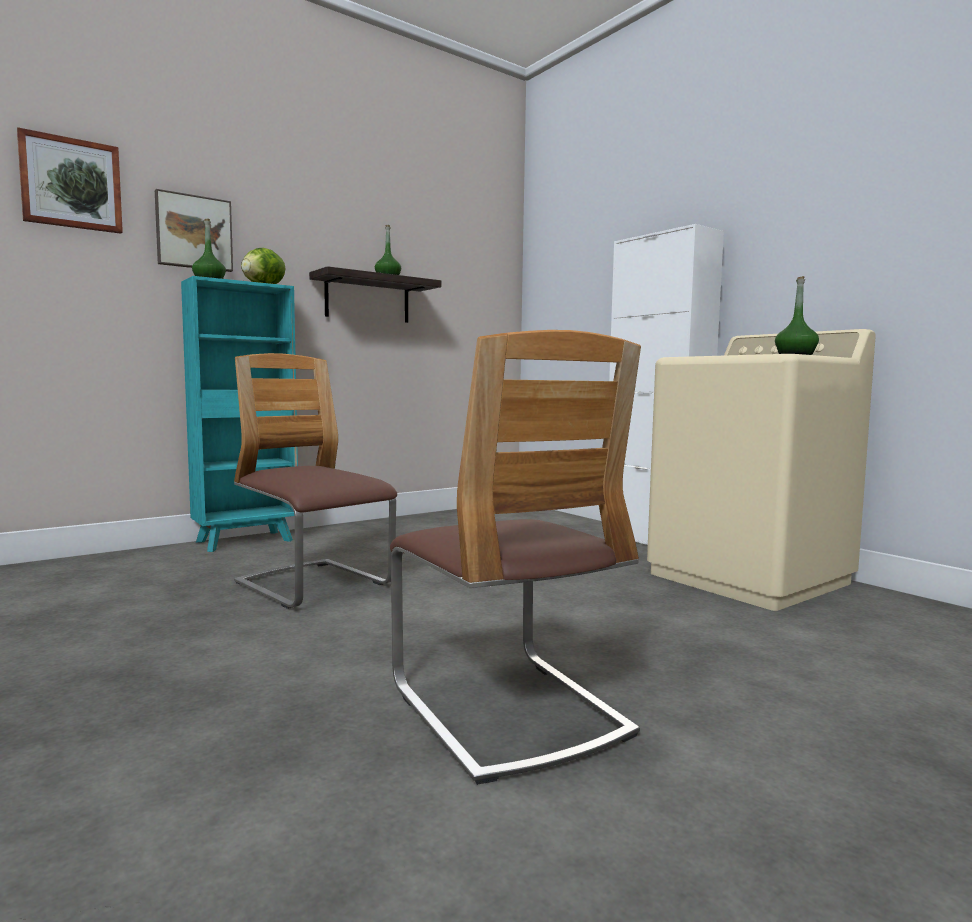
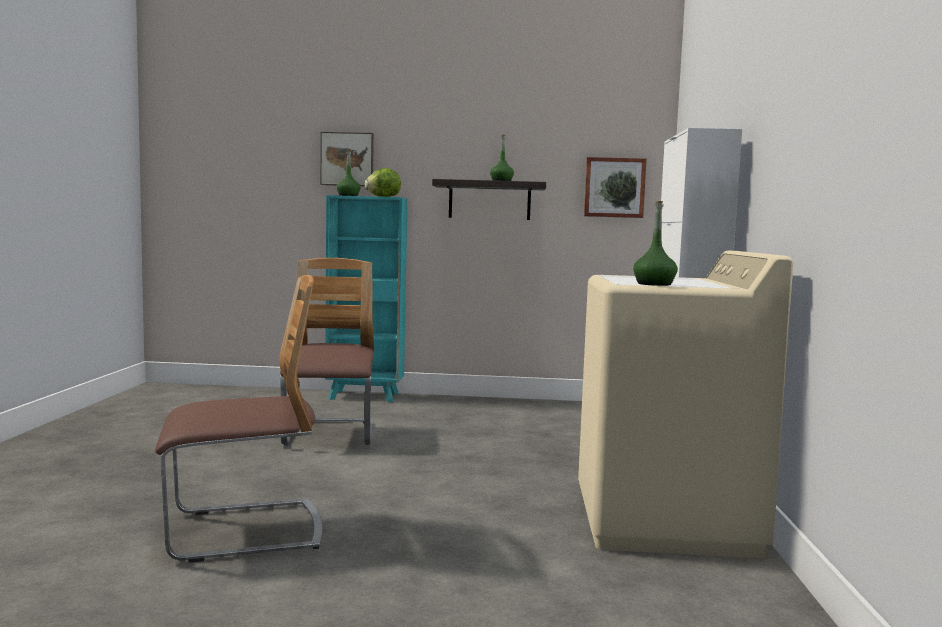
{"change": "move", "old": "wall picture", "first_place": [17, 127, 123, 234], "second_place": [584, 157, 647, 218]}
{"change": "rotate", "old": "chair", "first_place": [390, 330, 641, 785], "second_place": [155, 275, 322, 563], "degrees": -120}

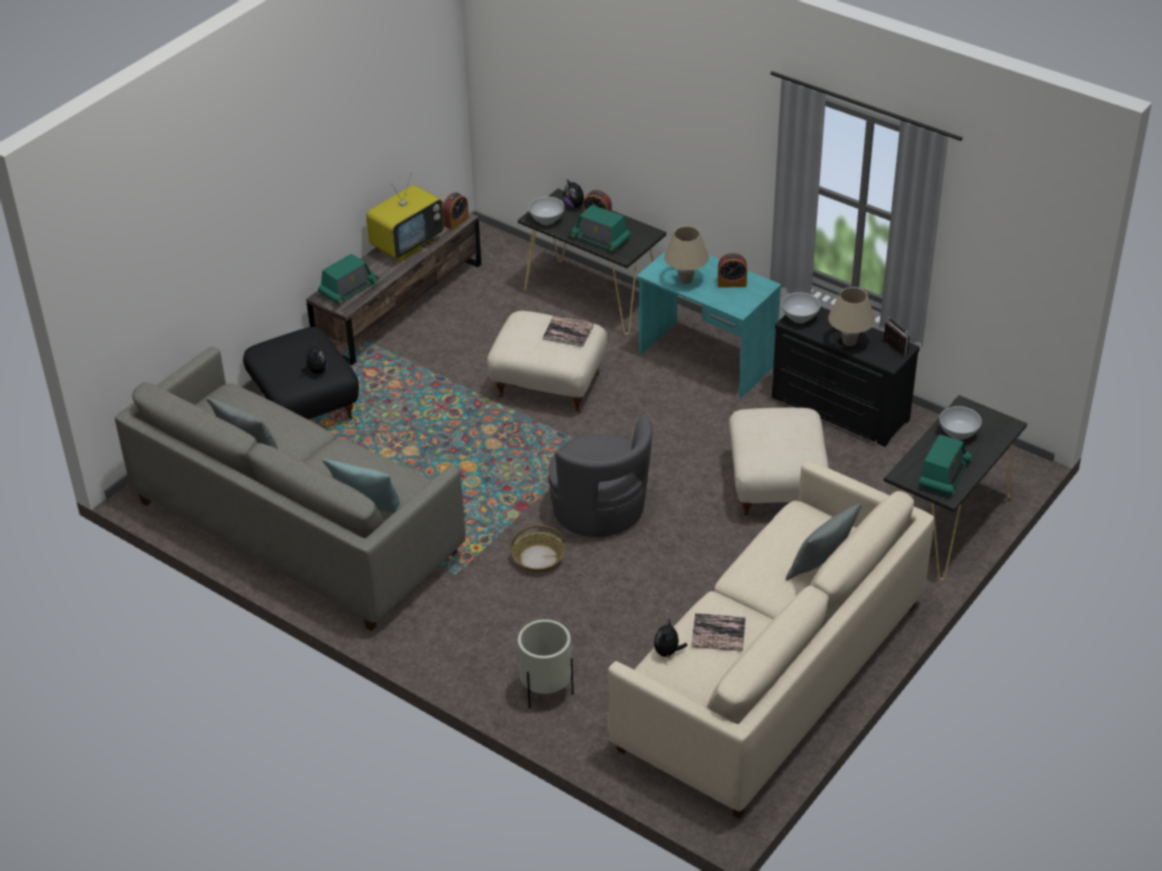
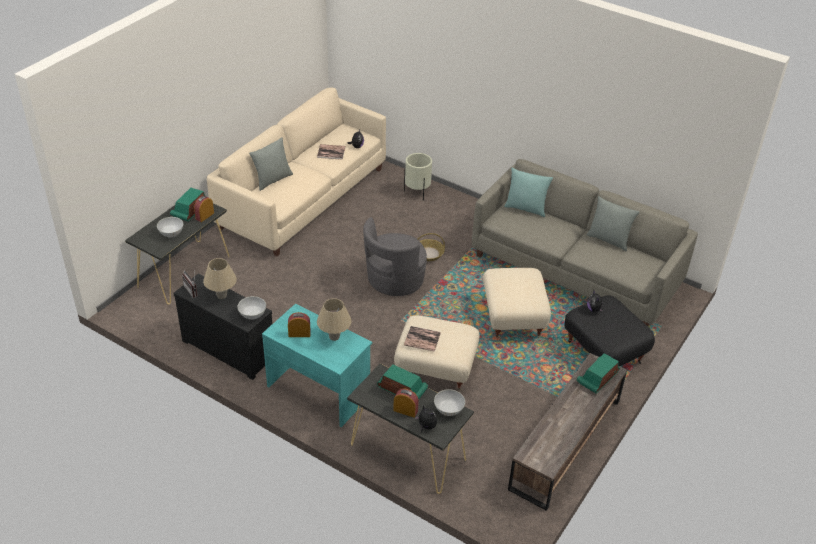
{"change": "delete", "old": "TV set", "first_place": [366, 173, 444, 262]}
{"change": "move", "old": "table clock", "first_place": [443, 193, 469, 230], "second_place": [194, 196, 214, 222]}
{"change": "move", "old": "pouffe/beige", "first_place": [729, 408, 829, 519], "second_place": [483, 268, 551, 339]}
{"change": "rotate", "old": "lounge chair/greyish", "first_place": [548, 415, 652, 537], "second_place": [363, 217, 427, 296], "degrees": -105}

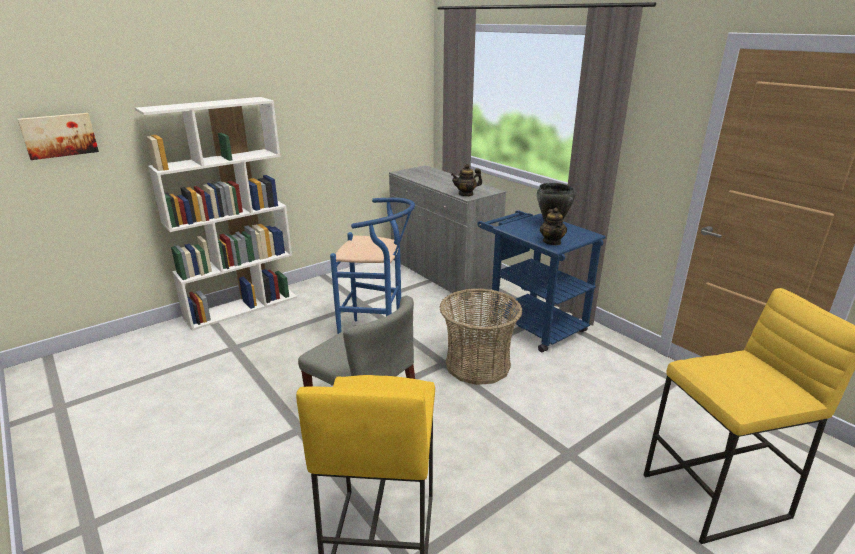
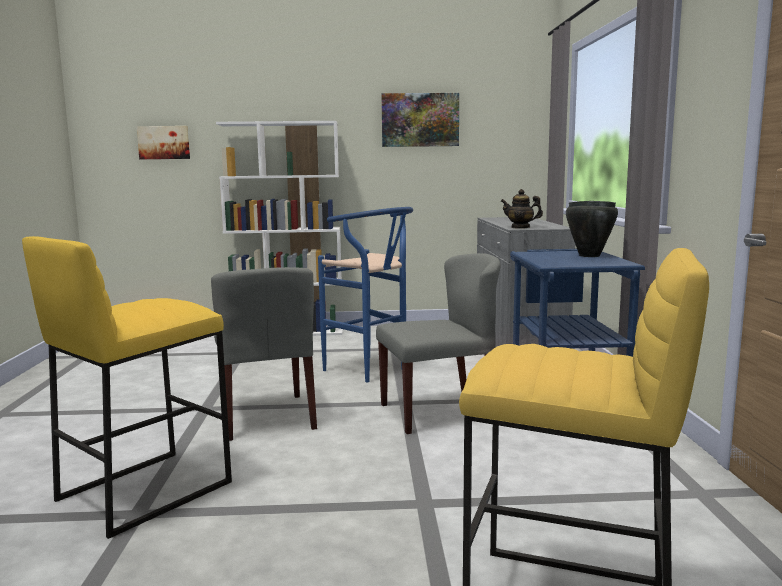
{"change": "delete", "old": "teapot", "first_place": [540, 207, 567, 245]}
{"change": "replace", "old": "basket", "new": "chair/greyish", "first_place": [440, 288, 522, 385], "second_place": [376, 253, 501, 434]}
{"change": "insert", "new": "wall picture", "second_place": [382, 93, 459, 147]}

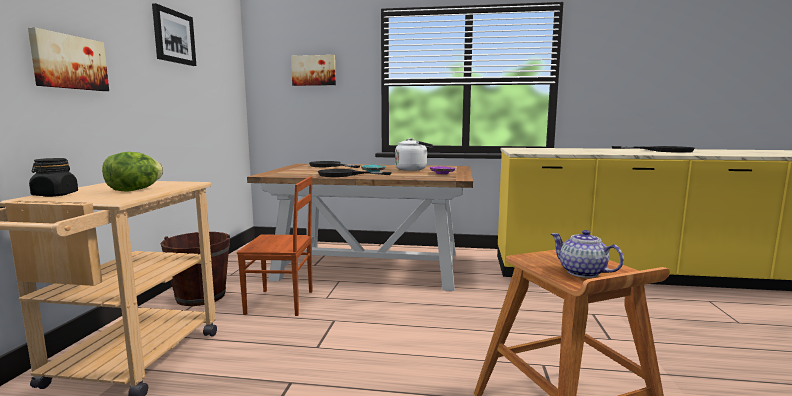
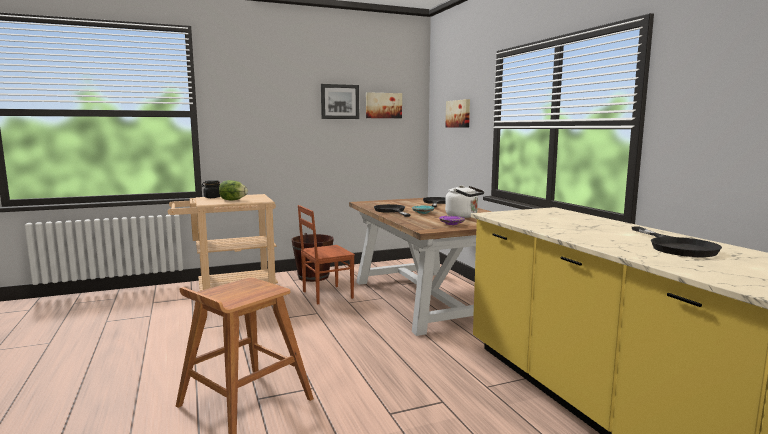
{"change": "move", "old": "wall picture", "first_place": [28, 27, 109, 91], "second_place": [366, 92, 402, 118]}
{"change": "rotate", "old": "chair/brownish", "first_place": [237, 176, 312, 316], "second_place": [298, 205, 355, 305], "degrees": 90}
{"change": "delete", "old": "teapot", "first_place": [551, 230, 624, 278]}

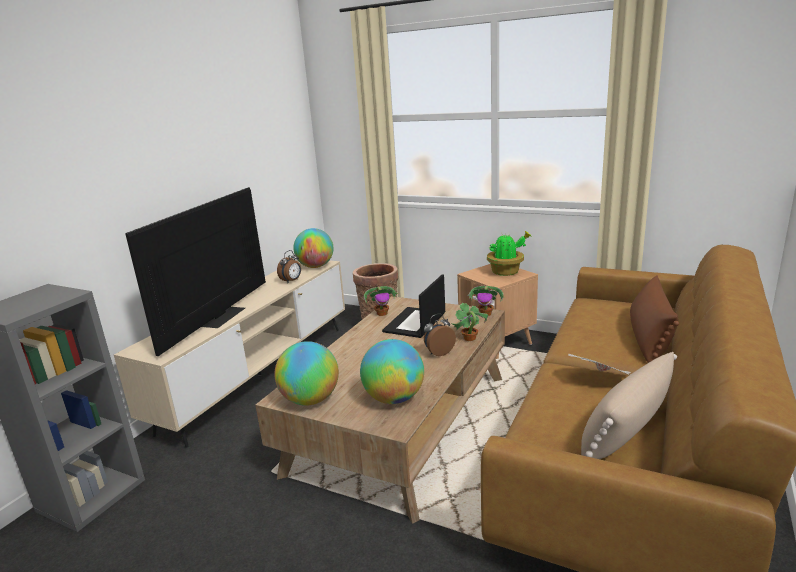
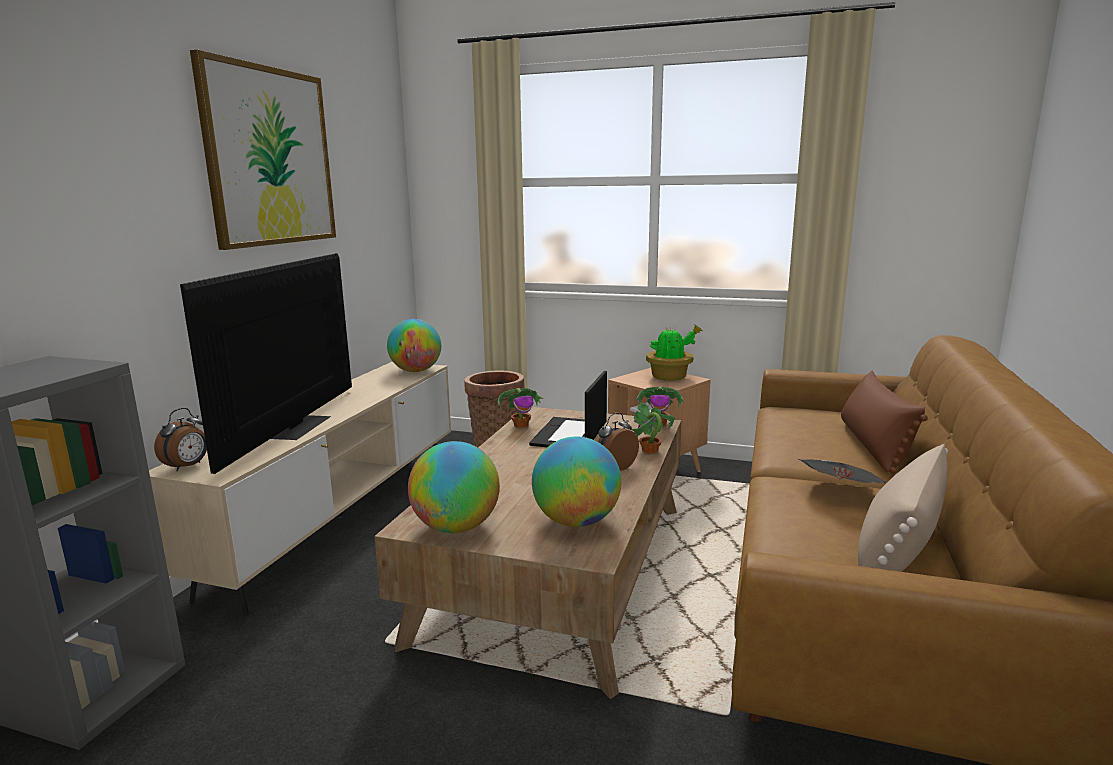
{"change": "move", "old": "table clock", "first_place": [277, 250, 301, 283], "second_place": [154, 408, 207, 472]}
{"change": "insert", "new": "wall picture", "second_place": [190, 50, 336, 250]}

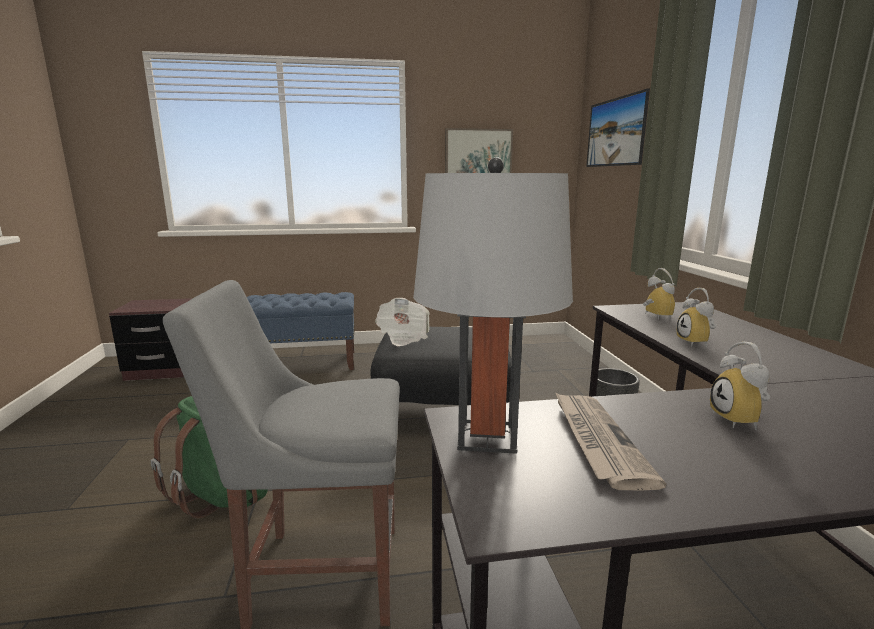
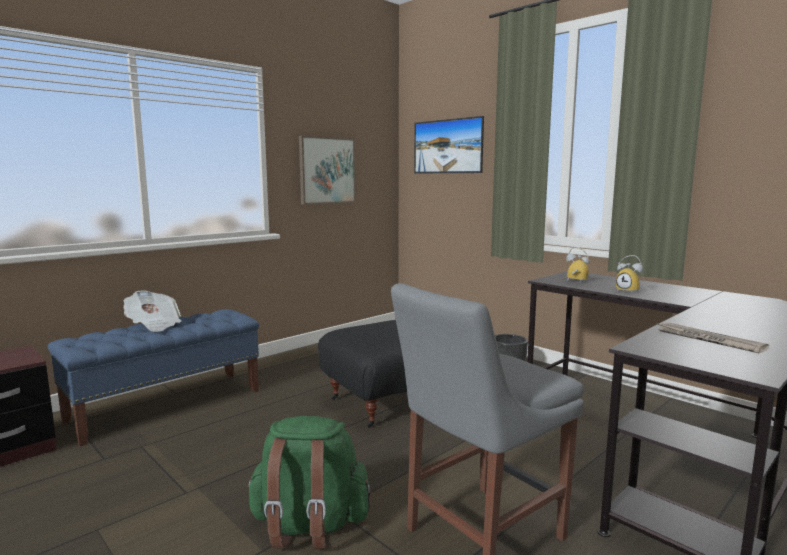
{"change": "delete", "old": "lamp for a table/greyish", "first_place": [413, 157, 573, 454]}
{"change": "move", "old": "newspaper", "first_place": [375, 298, 430, 346], "second_place": [124, 290, 182, 332]}
{"change": "delete", "old": "table clock", "first_place": [710, 342, 770, 430]}

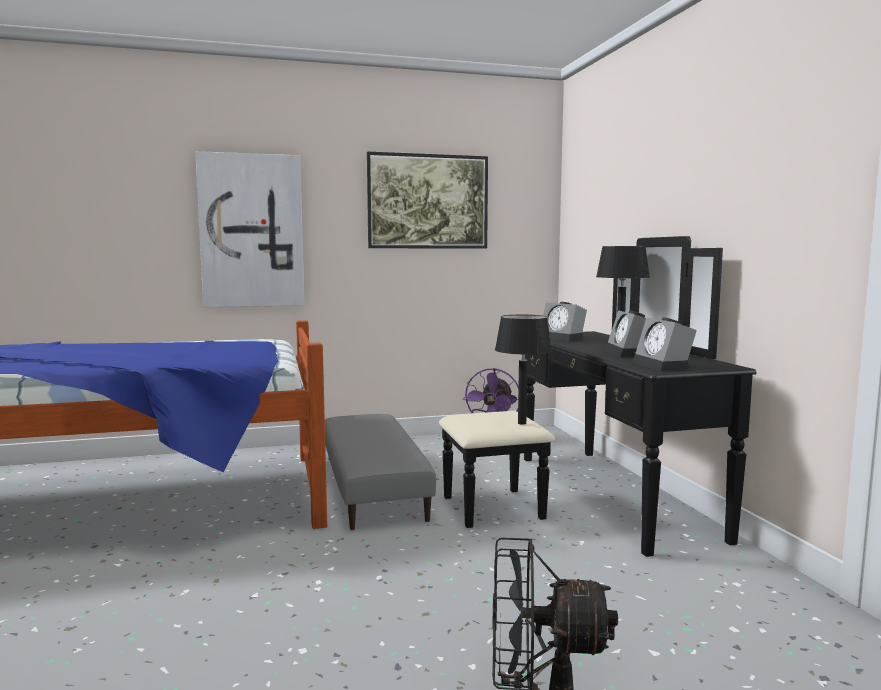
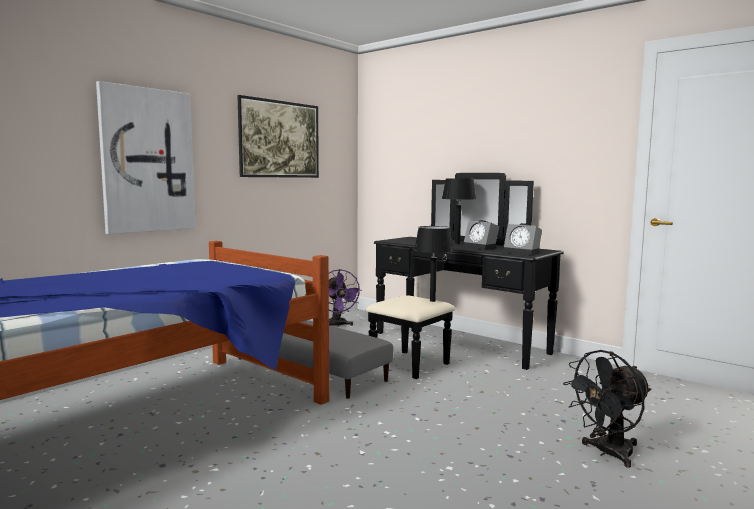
{"change": "delete", "old": "table clock", "first_place": [543, 302, 587, 341]}

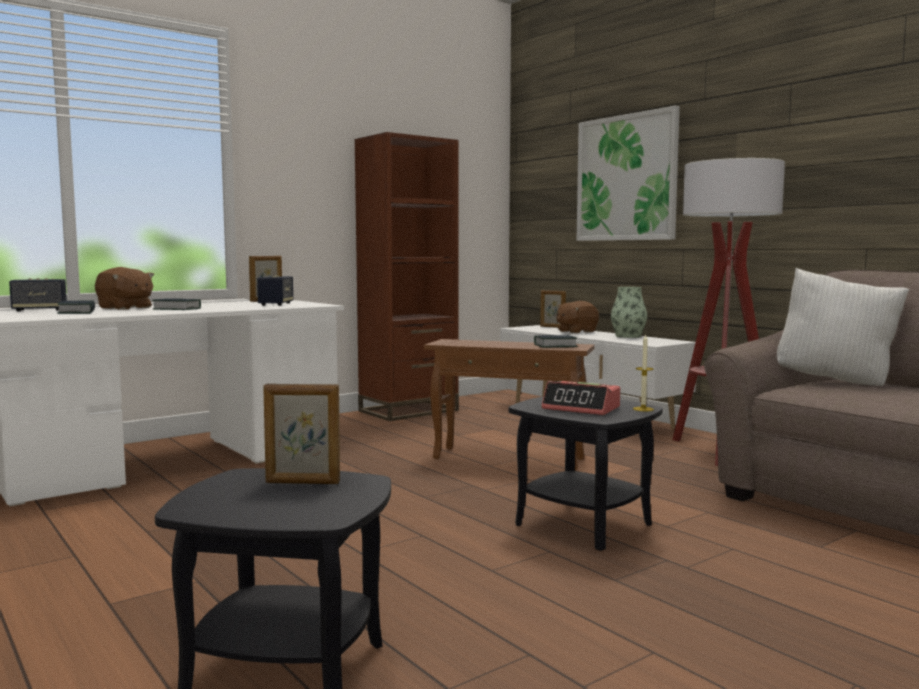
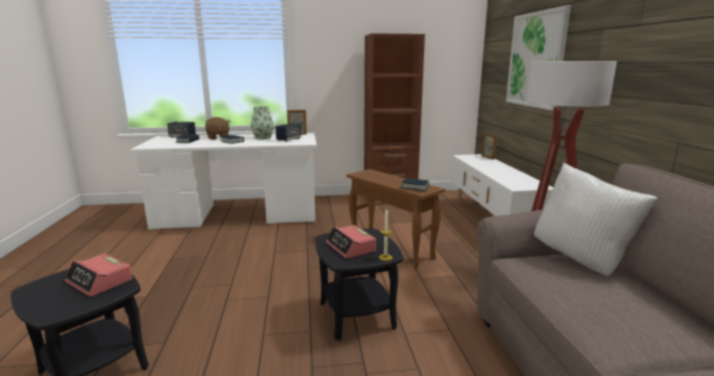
{"change": "move", "old": "flower vase", "first_place": [611, 287, 647, 338], "second_place": [251, 106, 274, 140]}
{"change": "delete", "old": "soft toy/brownish", "first_place": [556, 301, 599, 333]}
{"change": "replace", "old": "photo frame", "new": "table clock", "first_place": [263, 384, 340, 484], "second_place": [65, 254, 132, 297]}

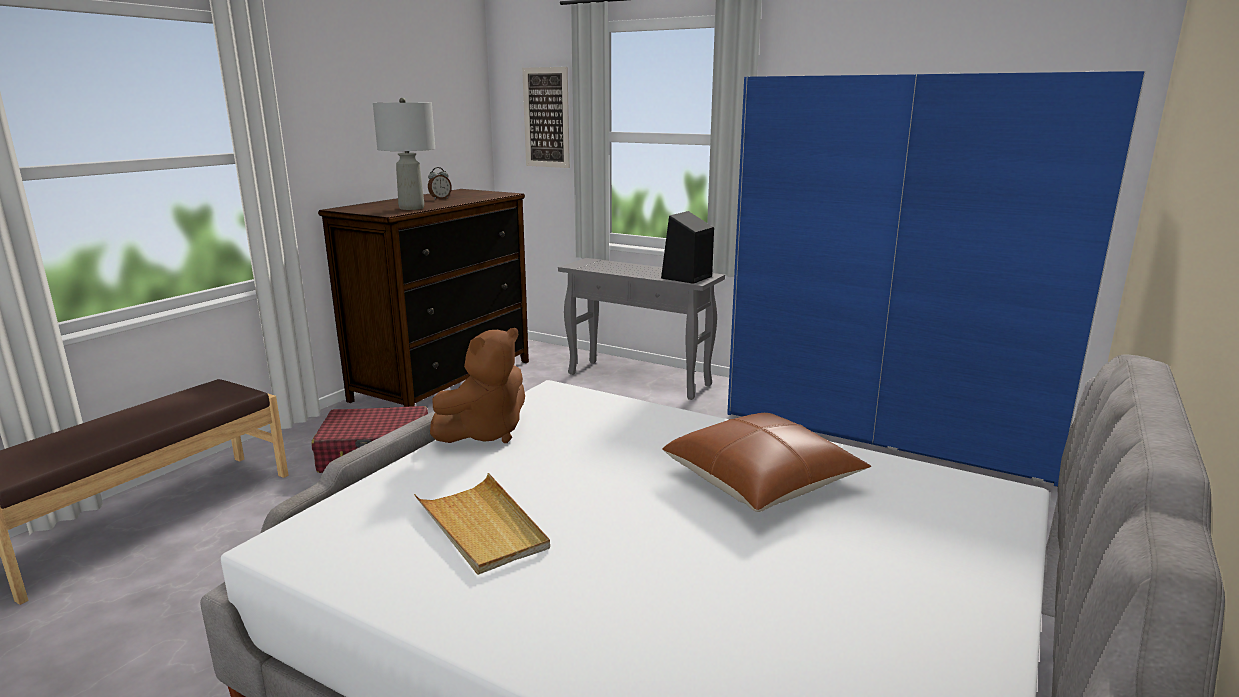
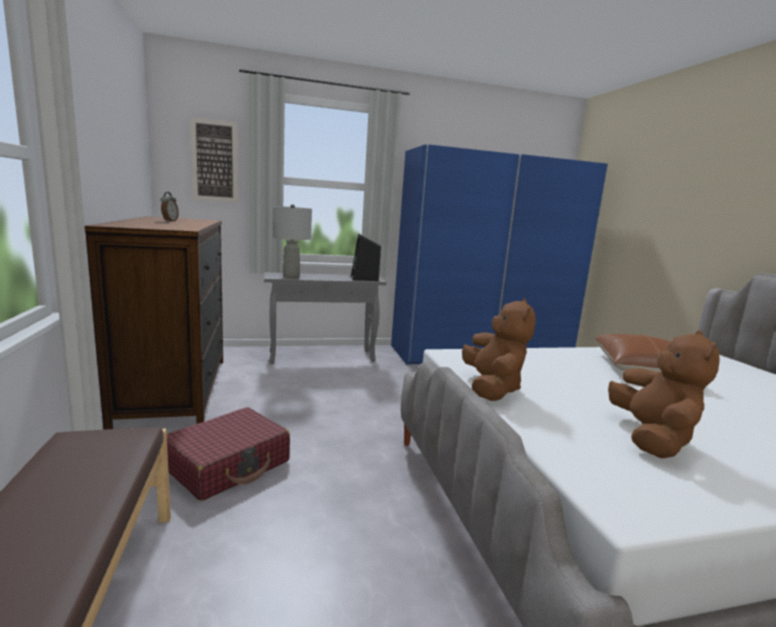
{"change": "move", "old": "lamp for a table/greyish", "first_place": [373, 98, 435, 210], "second_place": [273, 204, 312, 278]}
{"change": "replace", "old": "tray/beige", "new": "soft toy/brownish", "first_place": [414, 473, 550, 575], "second_place": [608, 330, 720, 459]}

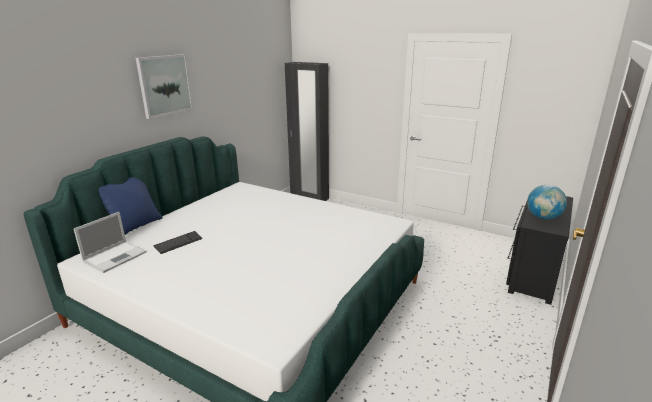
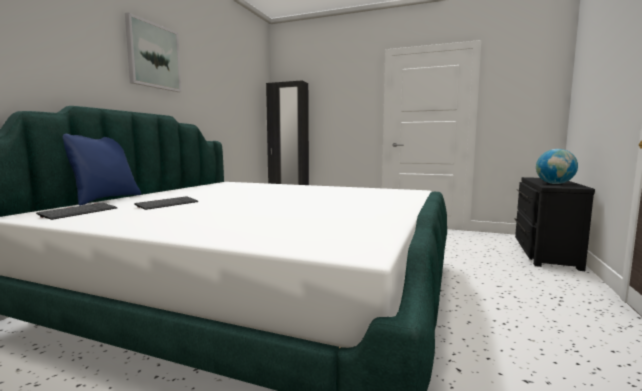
{"change": "replace", "old": "portable computer", "new": "computer keyboard", "first_place": [74, 212, 147, 273], "second_place": [36, 203, 117, 220]}

